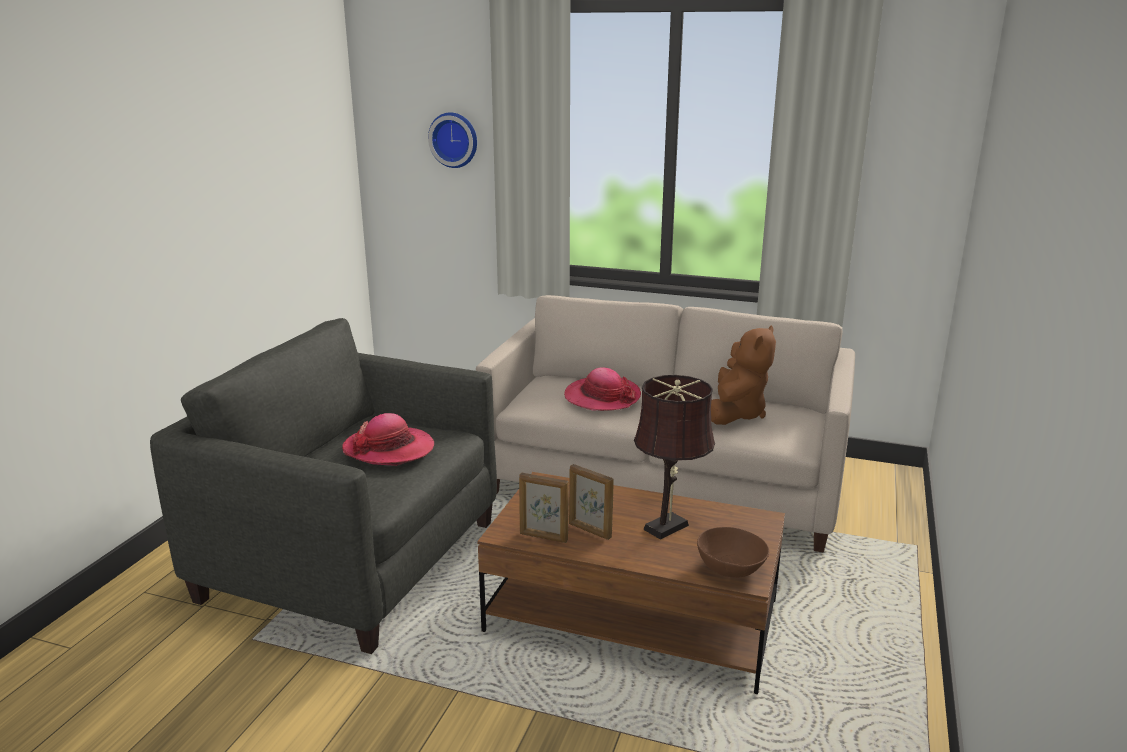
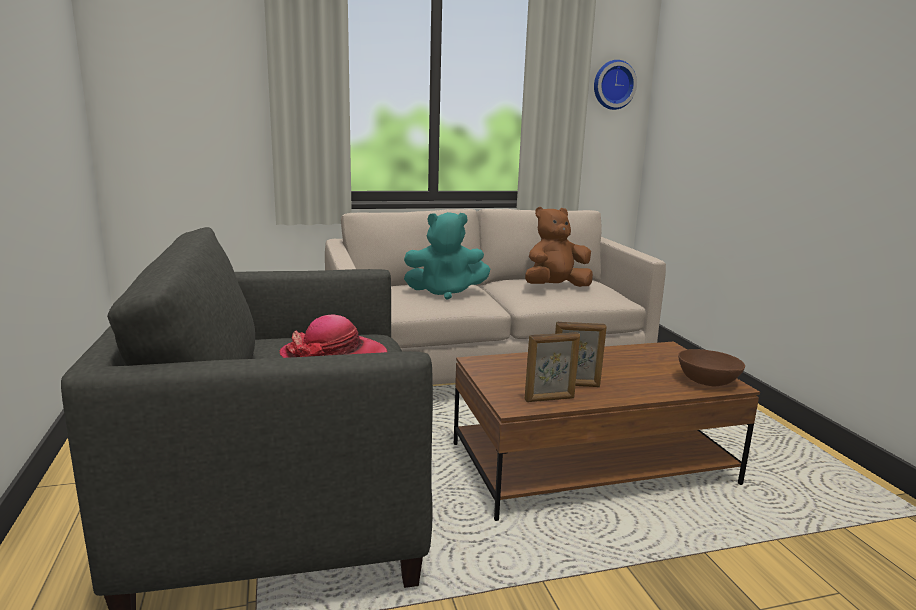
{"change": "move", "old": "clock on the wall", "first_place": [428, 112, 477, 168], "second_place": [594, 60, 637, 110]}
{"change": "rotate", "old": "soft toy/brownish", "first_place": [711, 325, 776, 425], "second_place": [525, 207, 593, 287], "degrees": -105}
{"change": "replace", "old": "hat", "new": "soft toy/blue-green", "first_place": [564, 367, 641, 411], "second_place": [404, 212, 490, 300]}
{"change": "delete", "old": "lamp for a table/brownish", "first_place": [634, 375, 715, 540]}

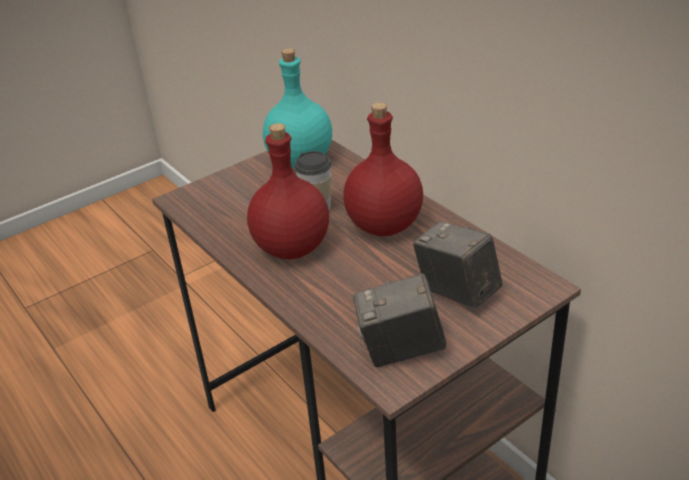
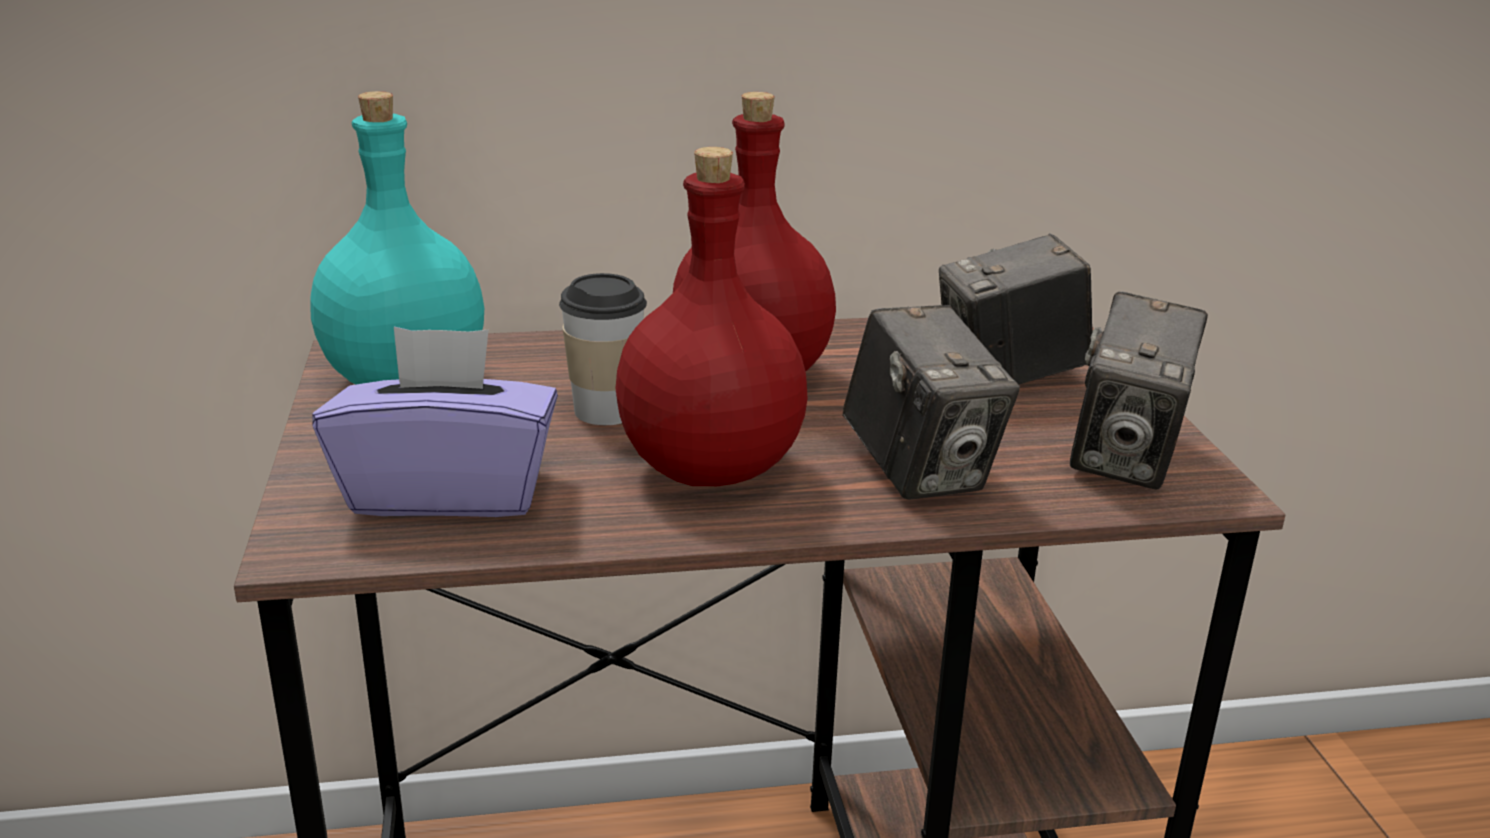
{"change": "insert", "new": "still camera", "second_place": [842, 305, 1020, 500]}
{"change": "insert", "new": "box of tissues/purple-coloured", "second_place": [312, 327, 558, 517]}

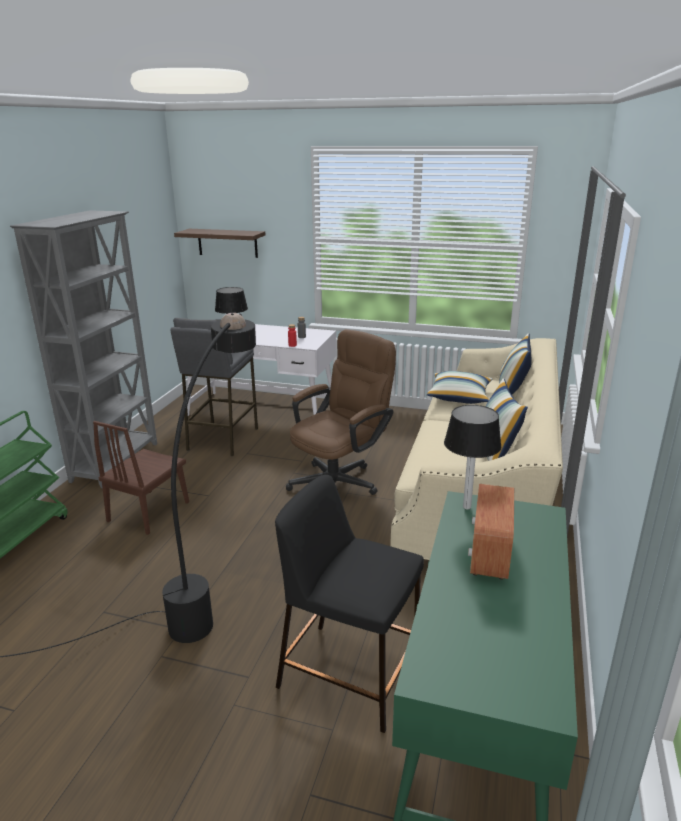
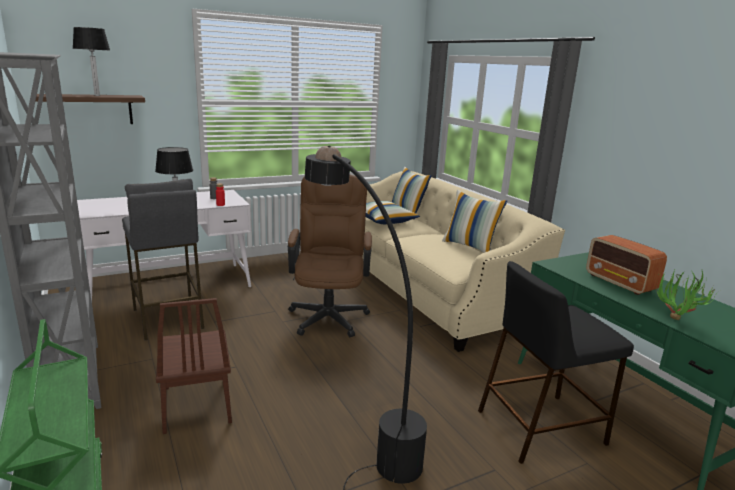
{"change": "move", "old": "lamp for a table", "first_place": [444, 405, 501, 510], "second_place": [72, 27, 110, 96]}
{"change": "insert", "new": "potted plant", "second_place": [657, 270, 716, 320]}

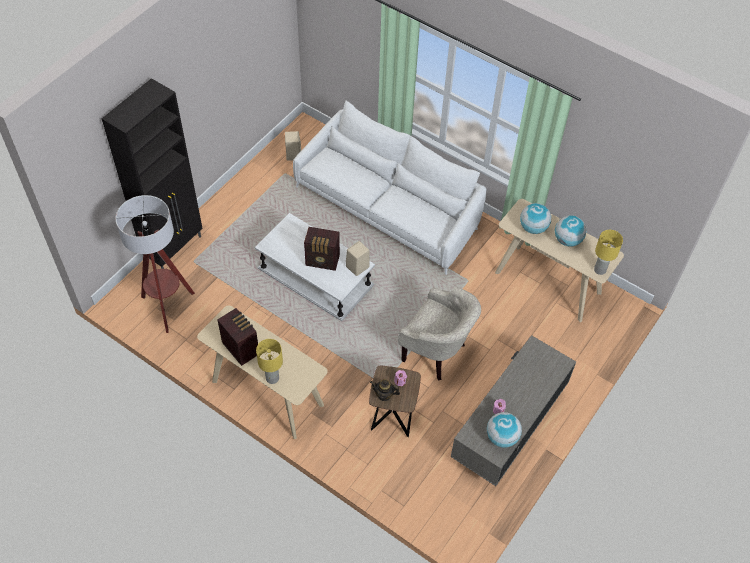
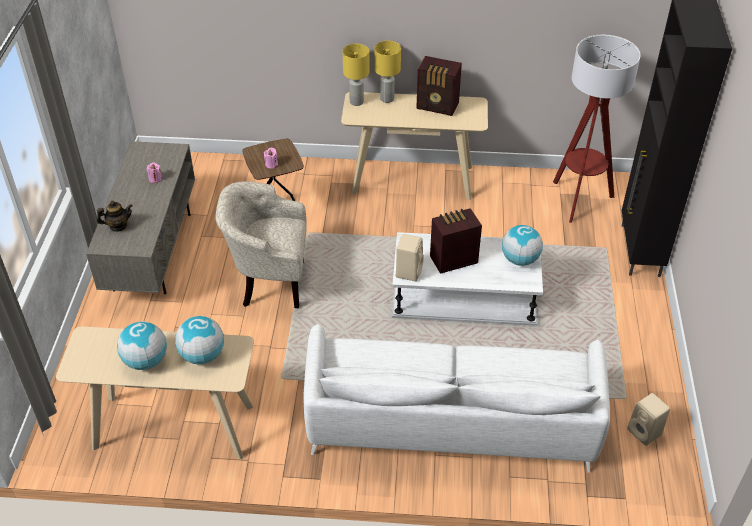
{"change": "move", "old": "lamp for a table/yellow", "first_place": [594, 230, 623, 275], "second_place": [343, 44, 369, 106]}
{"change": "move", "old": "teapot", "first_place": [370, 379, 400, 401], "second_place": [97, 201, 133, 232]}
{"change": "move", "old": "desk globe", "first_place": [487, 412, 522, 448], "second_place": [502, 225, 543, 266]}

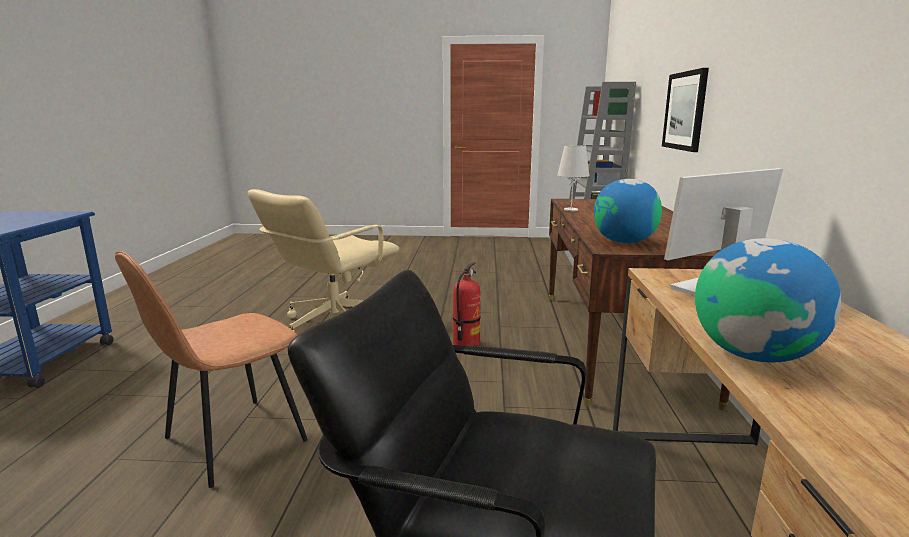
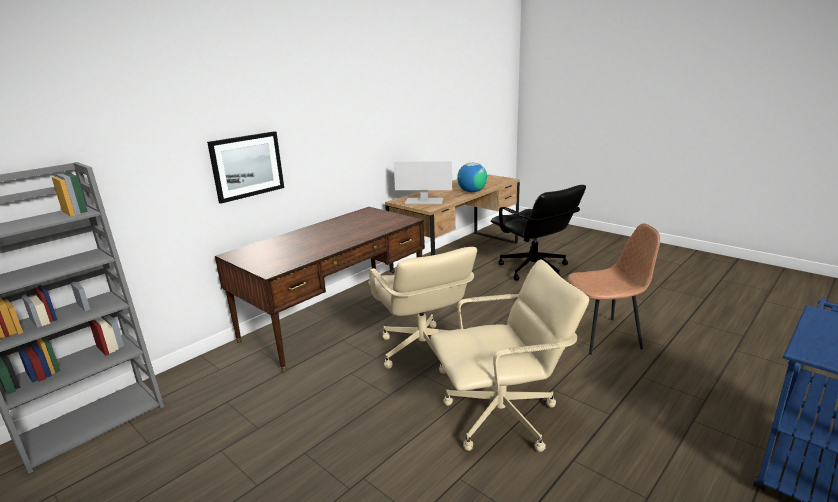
{"change": "delete", "old": "lamp for a table/white", "first_place": [557, 145, 590, 211]}
{"change": "delete", "old": "desk globe", "first_place": [594, 179, 662, 243]}
{"change": "replace", "old": "fire-fighting cylinder", "new": "computer chair/beige", "first_place": [453, 262, 480, 346], "second_place": [369, 247, 477, 374]}

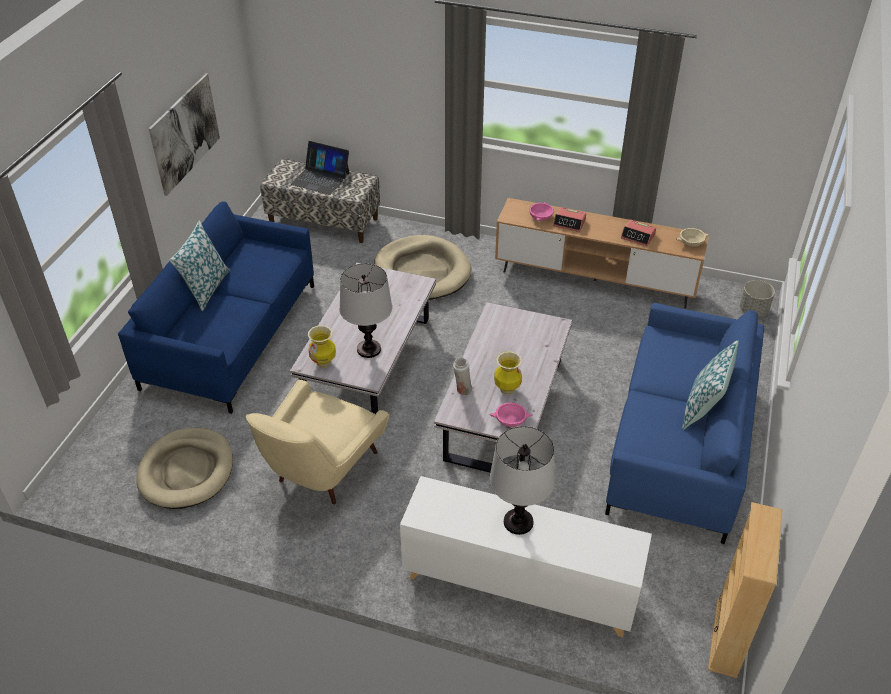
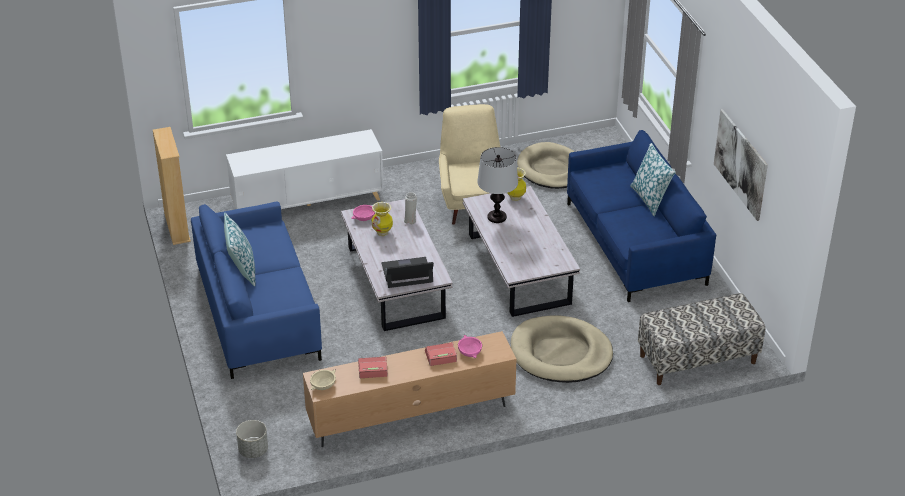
{"change": "move", "old": "portable computer", "first_place": [291, 141, 350, 195], "second_place": [381, 257, 434, 288]}
{"change": "delete", "old": "lamp for a table", "first_place": [490, 426, 555, 535]}

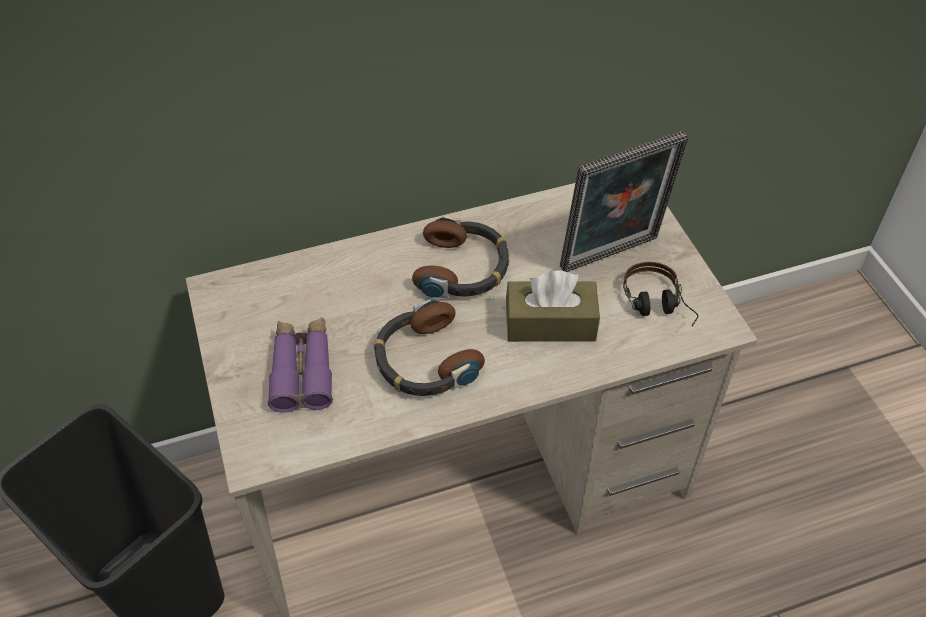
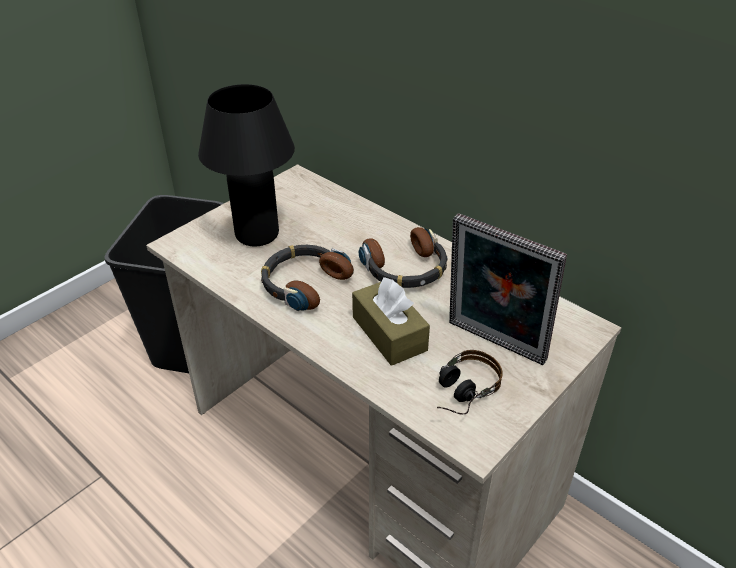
{"change": "replace", "old": "field glasses/purple-coloured", "new": "lamp for a table/black", "first_place": [268, 318, 333, 413], "second_place": [198, 84, 295, 246]}

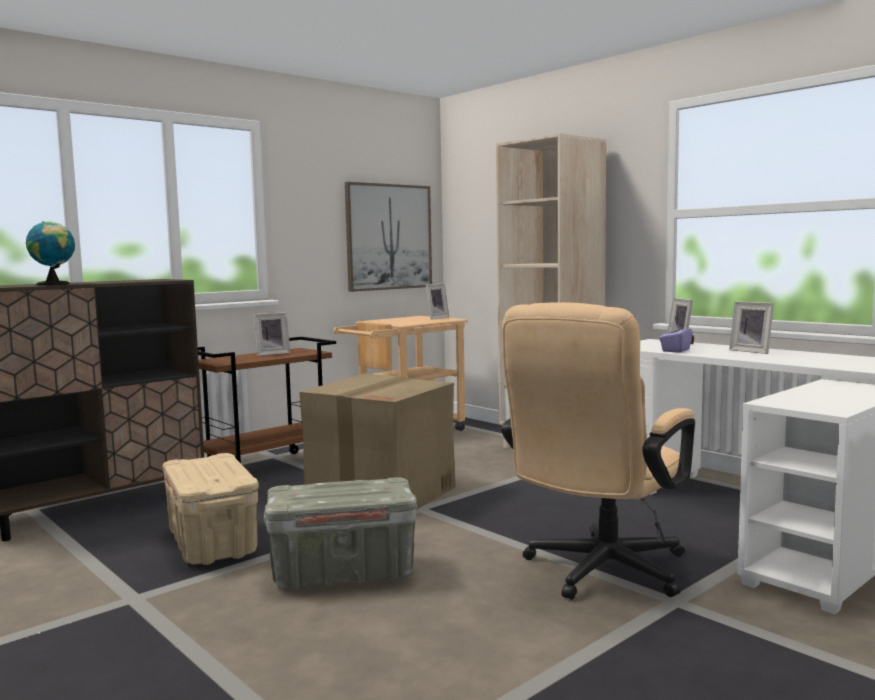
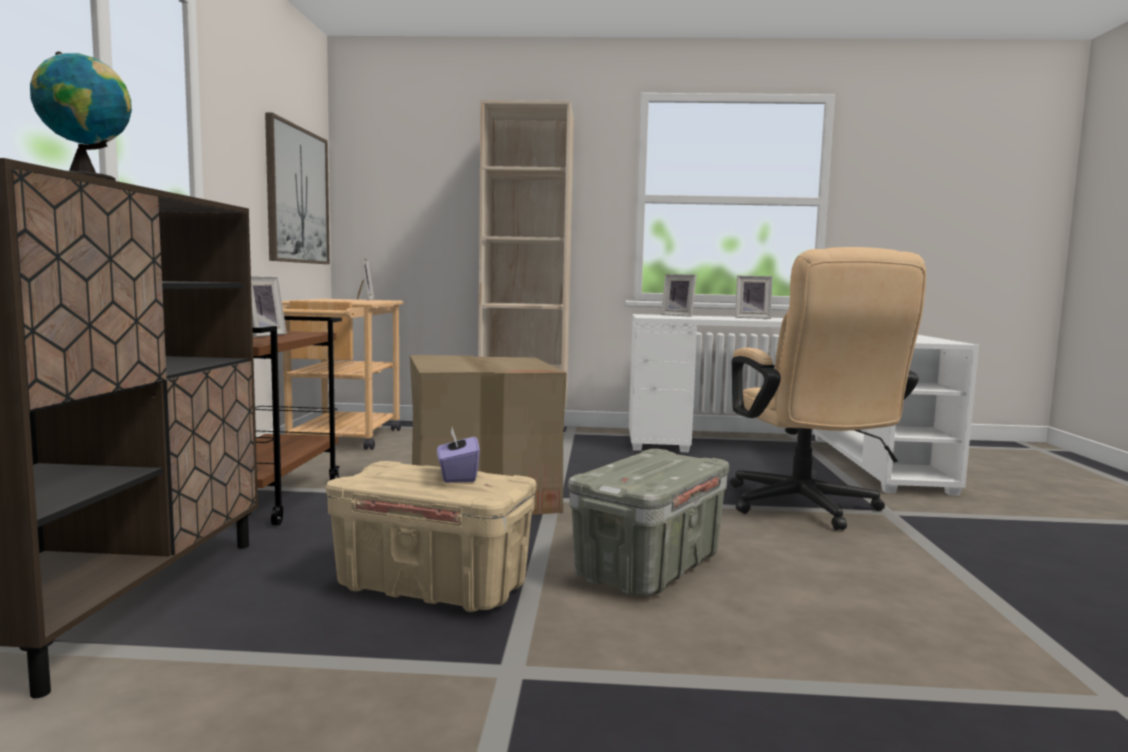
{"change": "move", "old": "box of tissues/purple-coloured", "first_place": [659, 321, 693, 353], "second_place": [437, 427, 480, 483]}

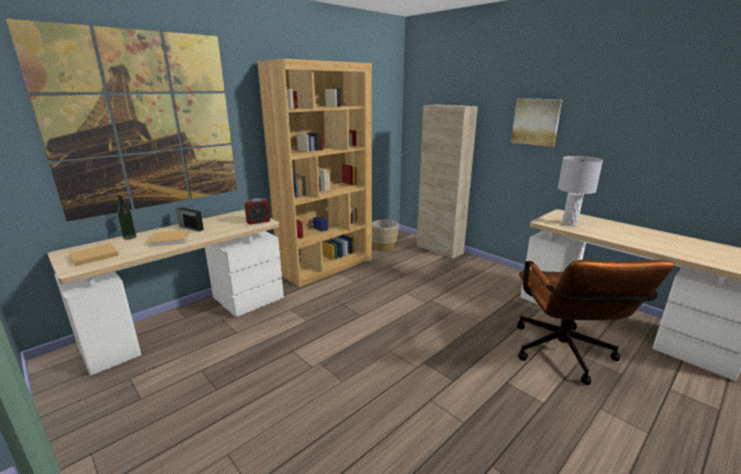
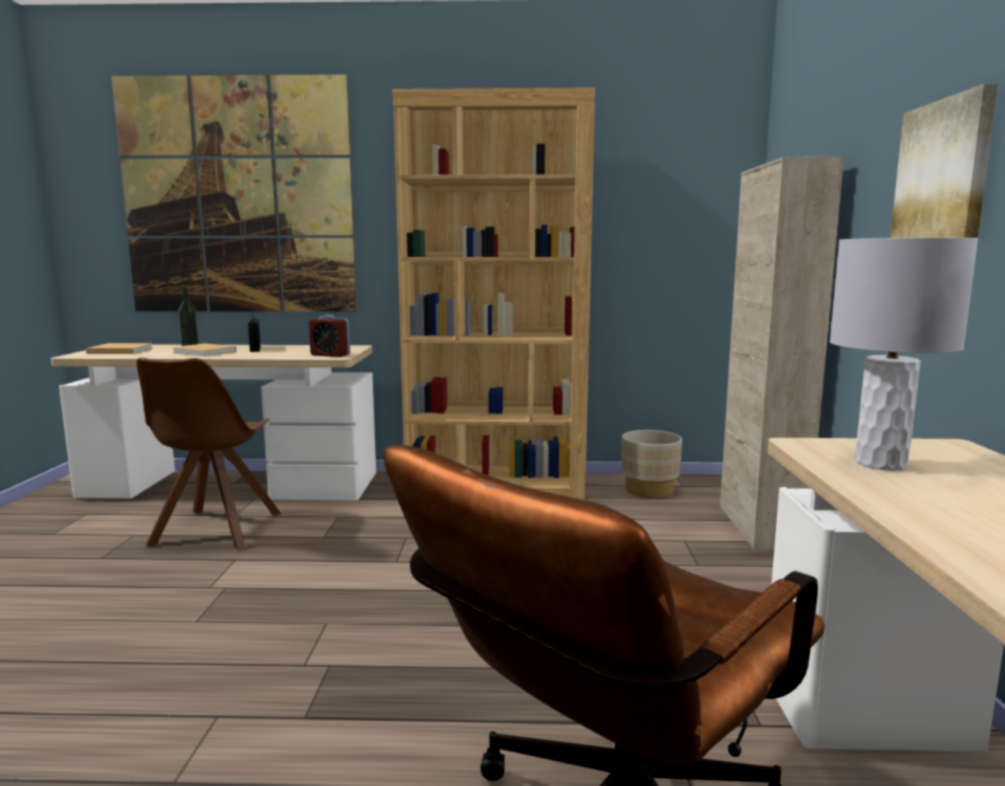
{"change": "insert", "new": "chair/brownish", "second_place": [137, 357, 281, 550]}

